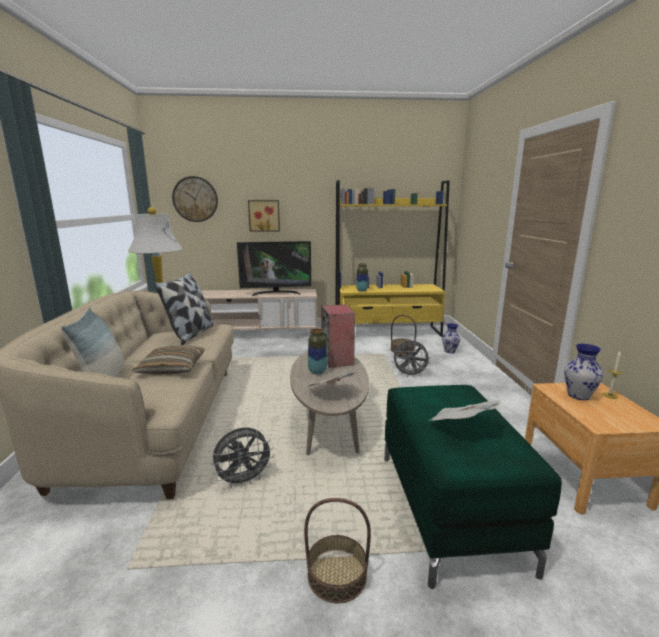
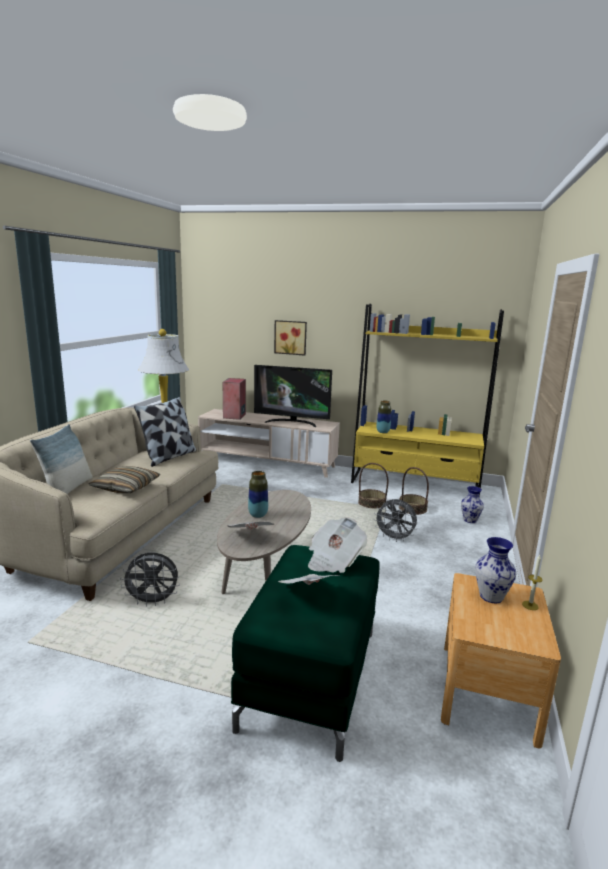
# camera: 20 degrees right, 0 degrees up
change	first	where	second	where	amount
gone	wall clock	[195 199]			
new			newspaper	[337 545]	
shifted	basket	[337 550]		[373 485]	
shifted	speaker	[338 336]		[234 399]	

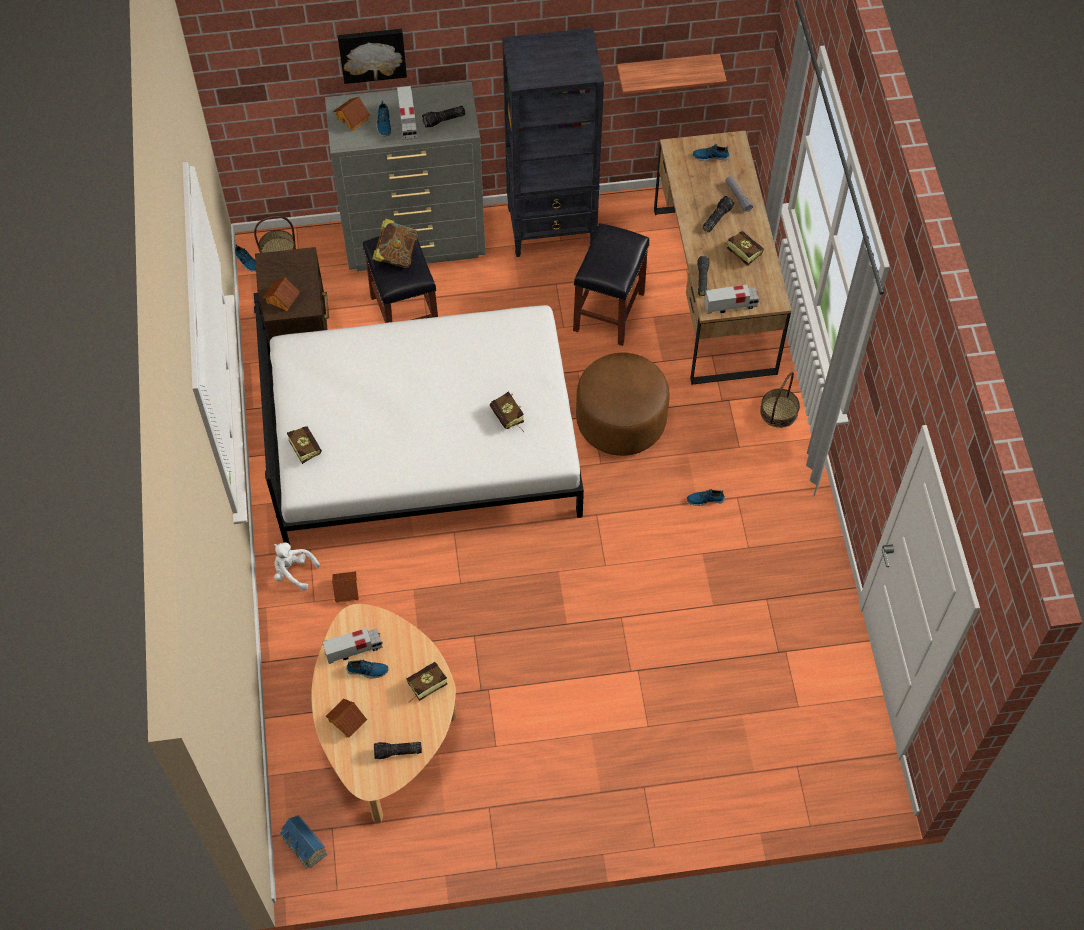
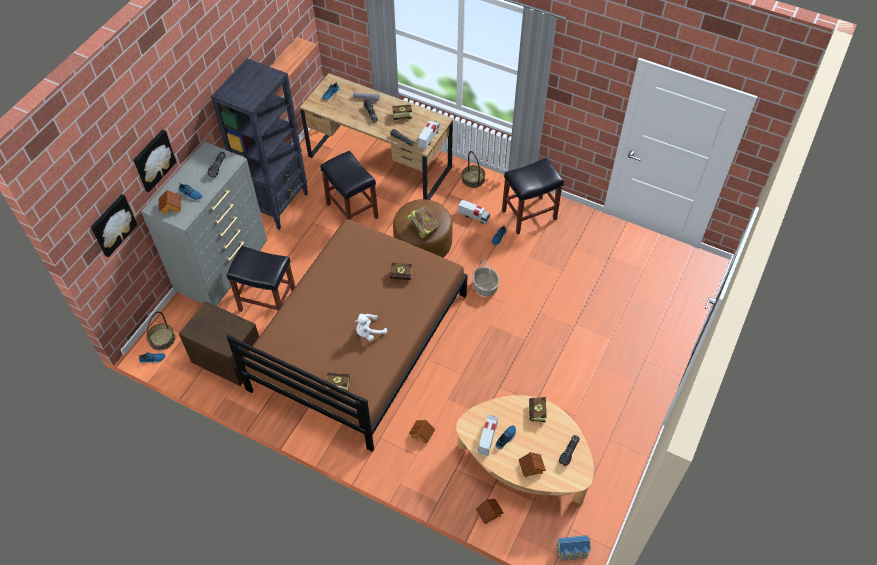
# camera: 55 degrees left, 5 degrees down
change	first	where	second	where	amount
new			picture	[114 225]	
new			basket	[485 277]	
new			stool/black	[533 196]	
shifted	toy house	[281 294]		[490 511]	
shifted	plush toy/white	[297 566]		[371 327]	
shifted	book	[395 243]		[423 222]	
shifted	toy truck	[407 113]		[474 211]	
repainted	bed/white	[419 419]	bed/brown	[347 335]	

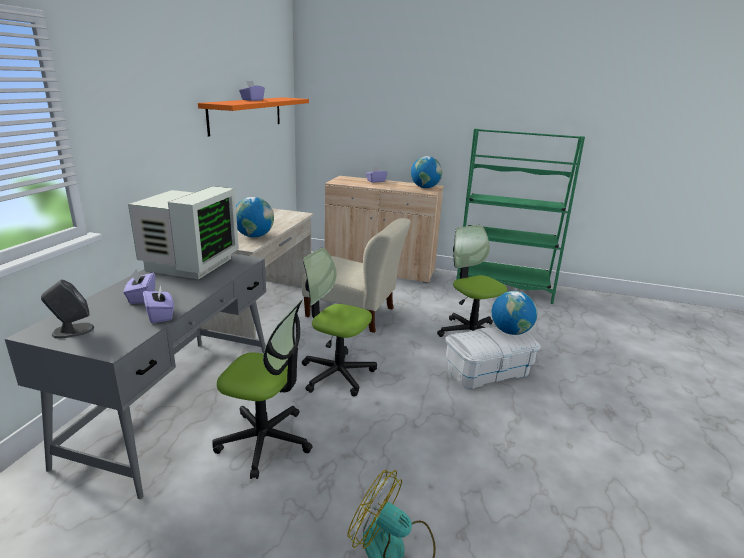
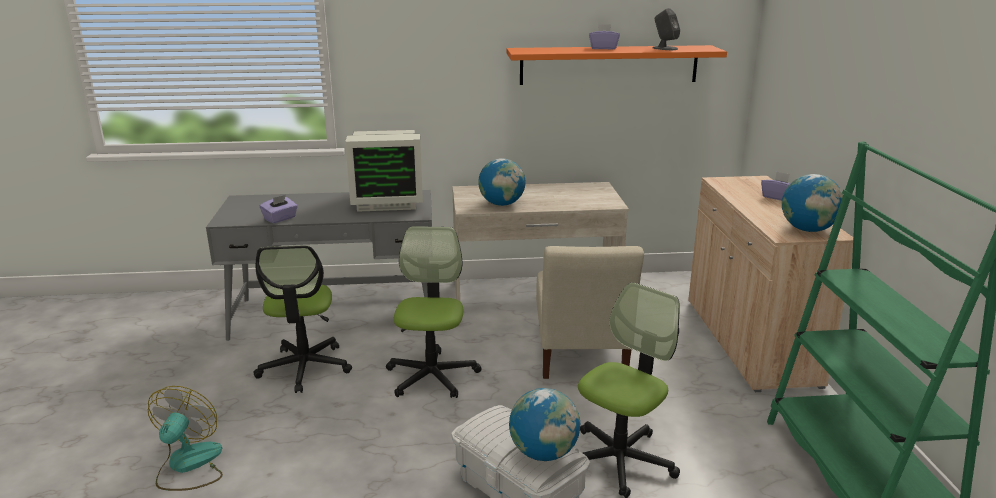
# camera: 70 degrees right, 0 degrees up
change	first	where	second	where	amount
gone	tissue box/purple	[139 286]			
shifted	speaker/grey	[67 309]		[666 29]	

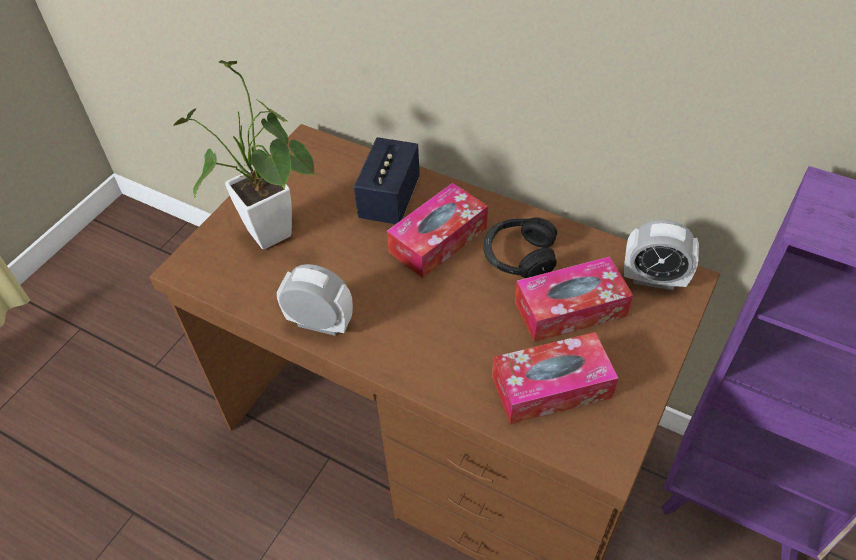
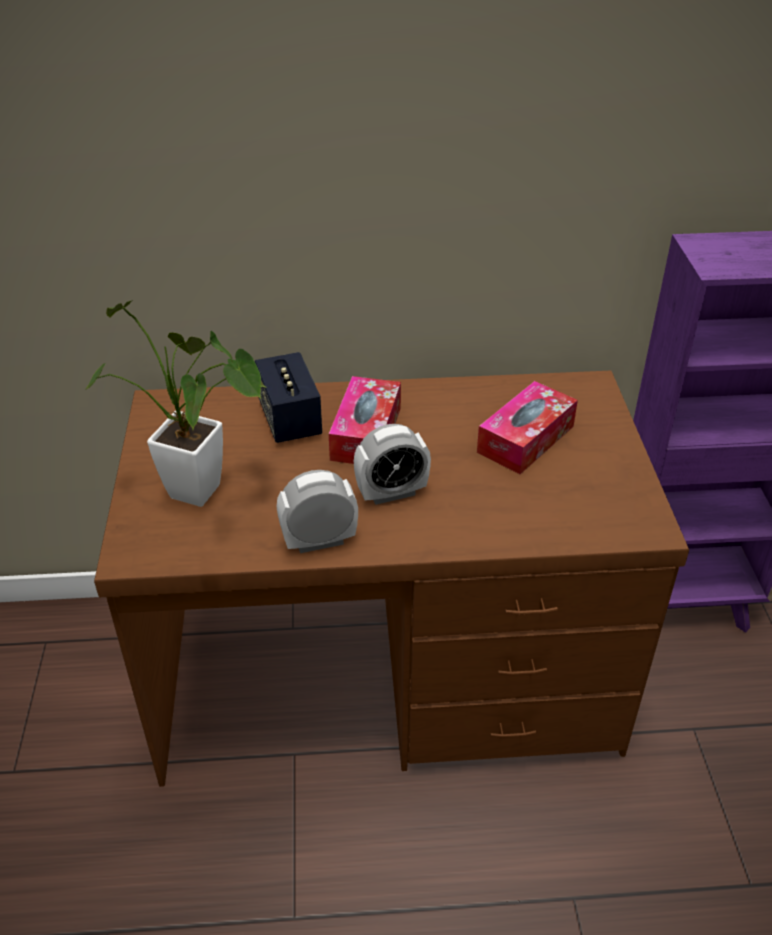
# camera: 35 degrees left, 10 degrees down
change	first	where	second	where	amount
gone	headphones/black	[520 248]			
gone	tissue box	[555 378]			
shifted	alarm clock	[661 255]		[392 464]	

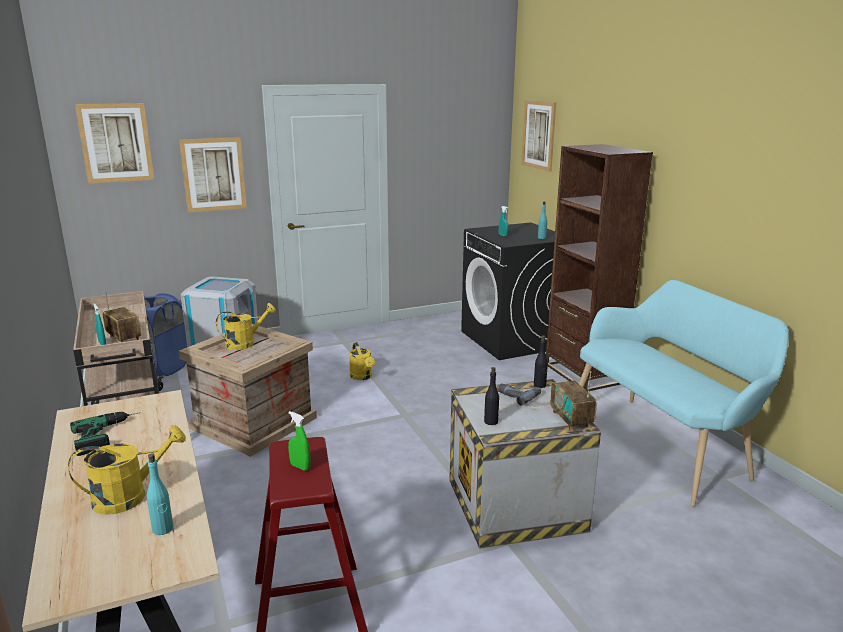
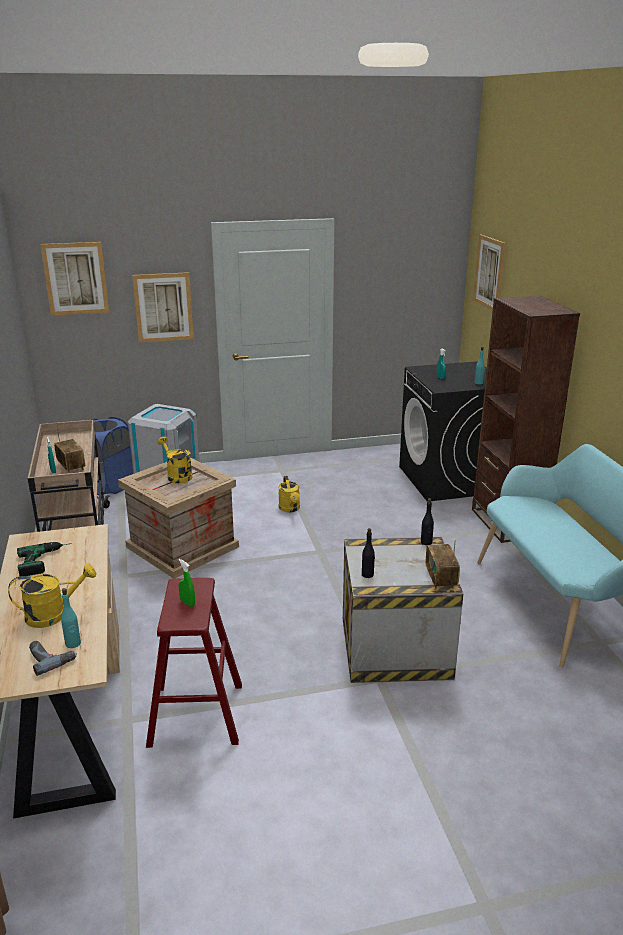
# camera: 10 degrees right, 5 degrees up
change	first	where	second	where	amount
shifted	power drill	[519 394]		[53 658]	
rotated	watering can/yellow	[246 326]		[175 459]	105 degrees counterclockwise

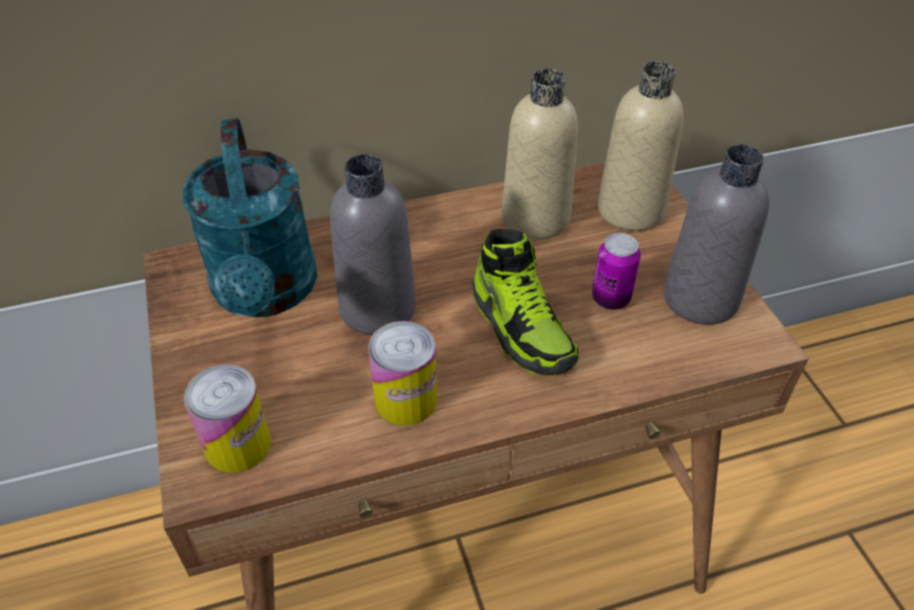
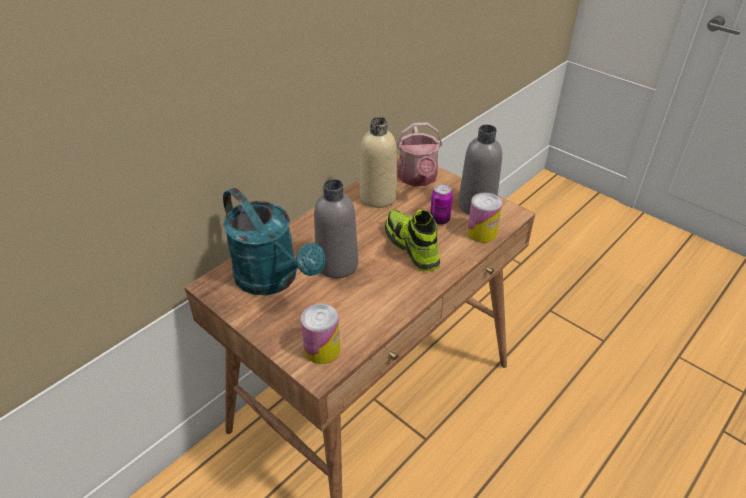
# camera: 30 degrees left, 5 degrees down
change	first	where	second	where	amount
shifted	can	[402 373]		[484 218]	
swapped	bottle/beige	[641 146]	watering can	[419 154]	
rotated	shoe	[525 302]		[412 240]	150 degrees counterclockwise

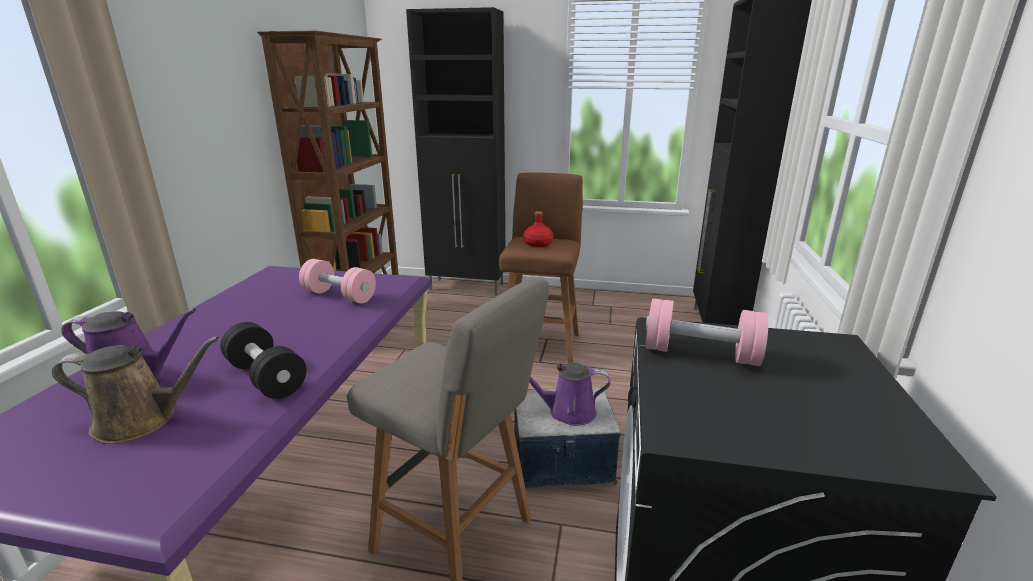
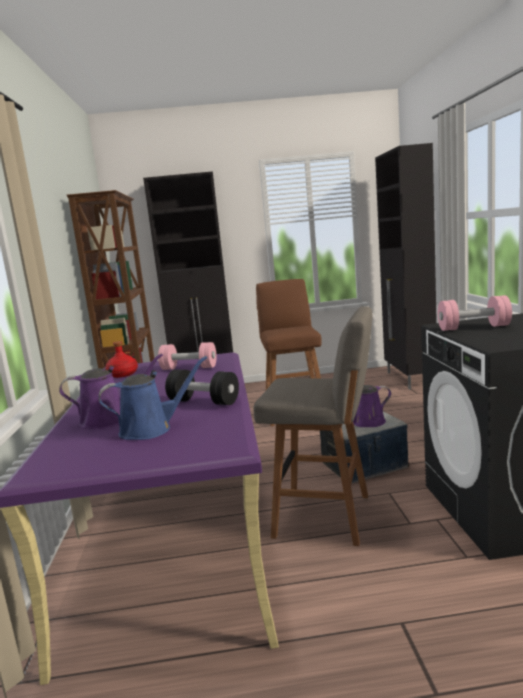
# camera: 15 degrees left, 10 degrees down
change	first	where	second	where	amount
shifted	bottle/red	[538 229]		[121 359]	
repainted	watering can/brown	[136 390]	watering can/blue	[153 398]	

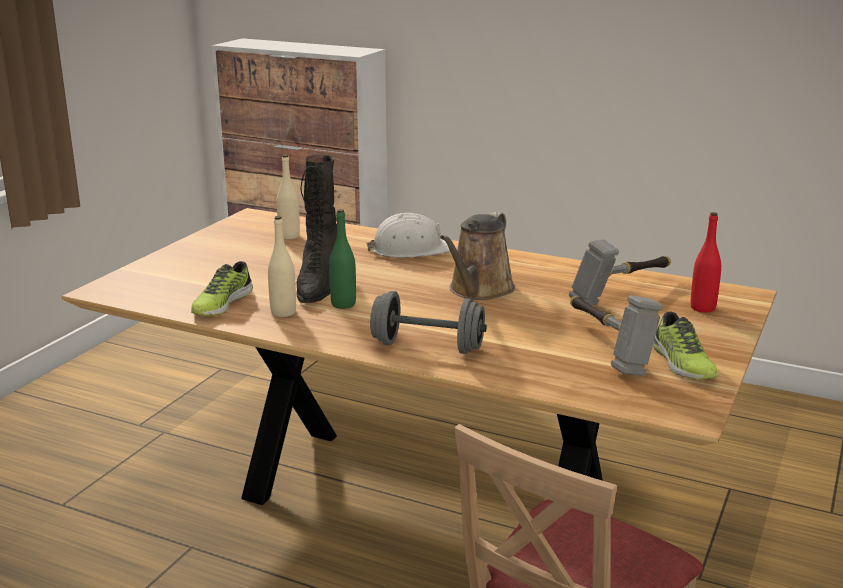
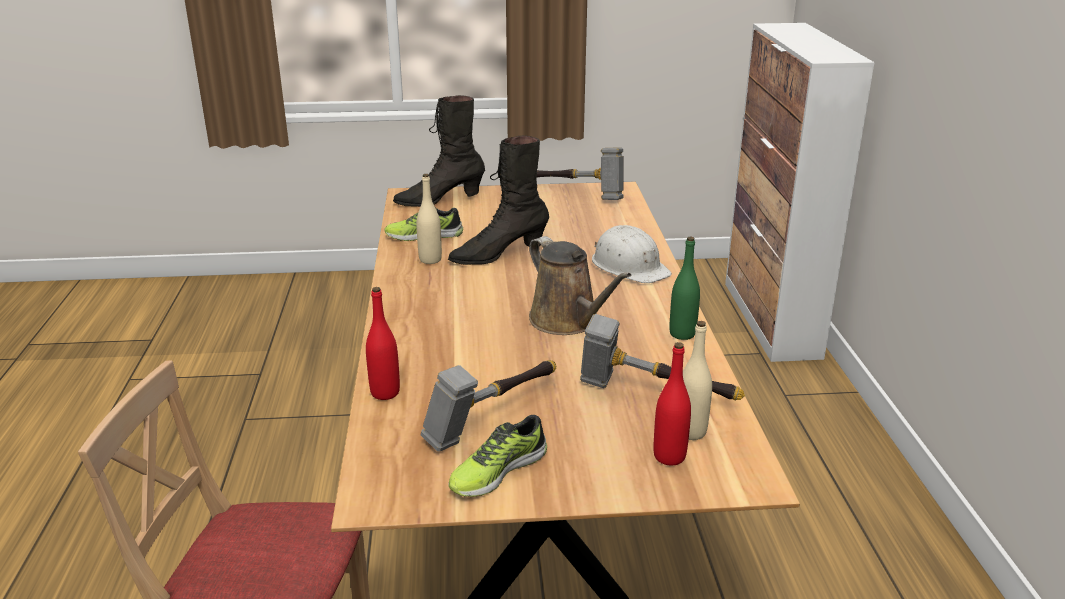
# camera: 60 degrees right, 5 degrees up
change	first	where	second	where	amount
gone	dumbbell/grey	[428 322]			
new			bottle/red	[383 343]	
new			boot/black	[439 151]	
new			hammer	[580 174]	
shifted	bottle/beige	[288 197]		[697 380]	
shifted	bottle/green	[342 259]		[685 288]	
rotated	watering can/brown	[477 256]		[580 285]	120 degrees counterclockwise

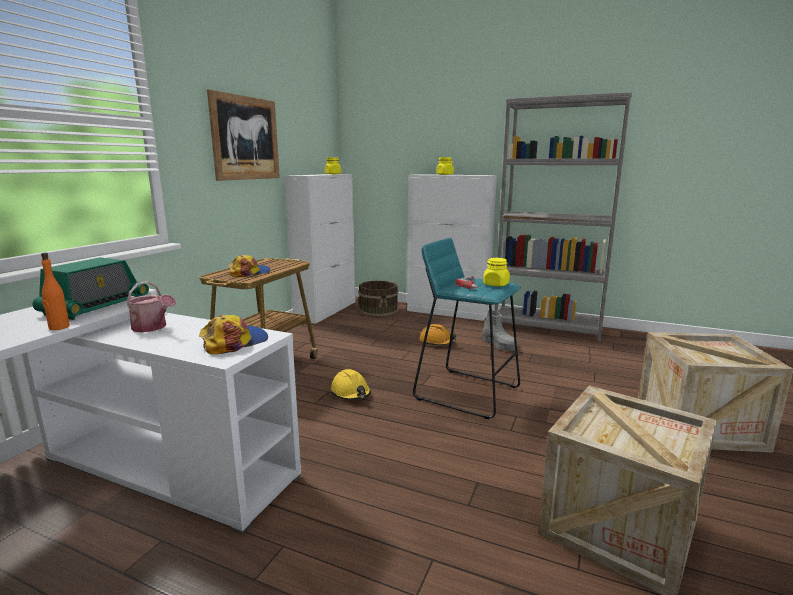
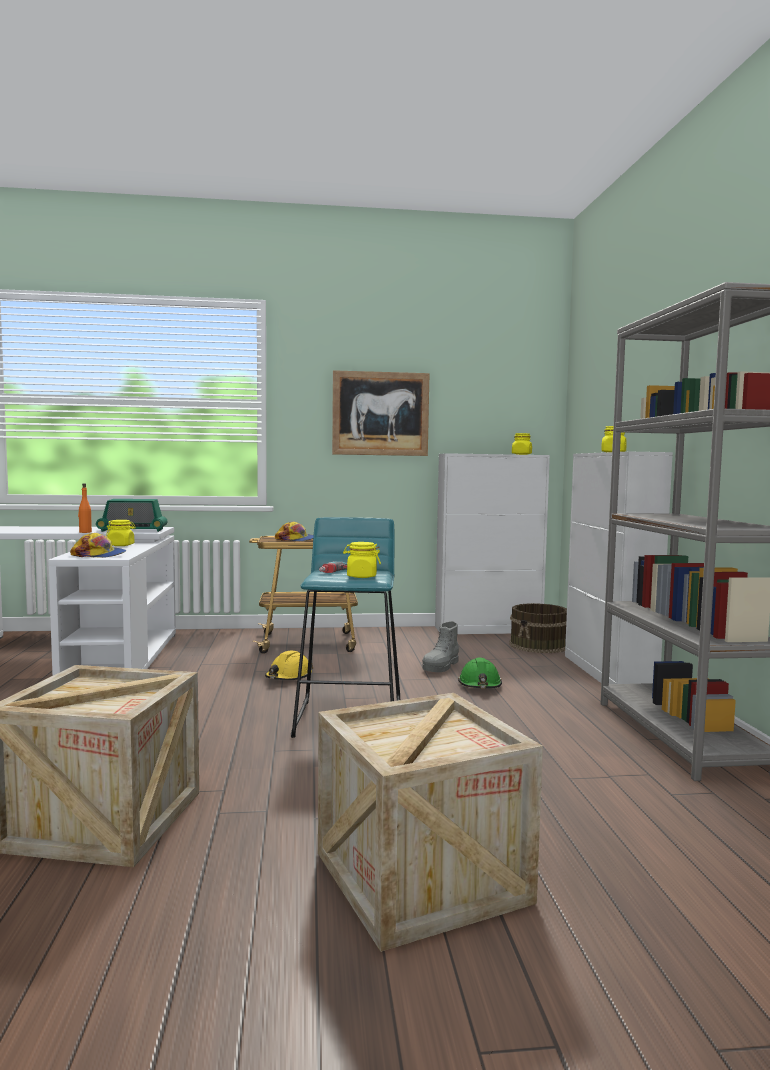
# camera: 60 degrees right, 10 degrees down
change	first	where	second	where	amount
shifted	boot/grey	[500 330]		[440 646]	
swapped	watering can	[151 306]	jar/yellow	[121 533]	
repainted	hard hat/orange	[437 335]	hard hat/green	[480 673]	

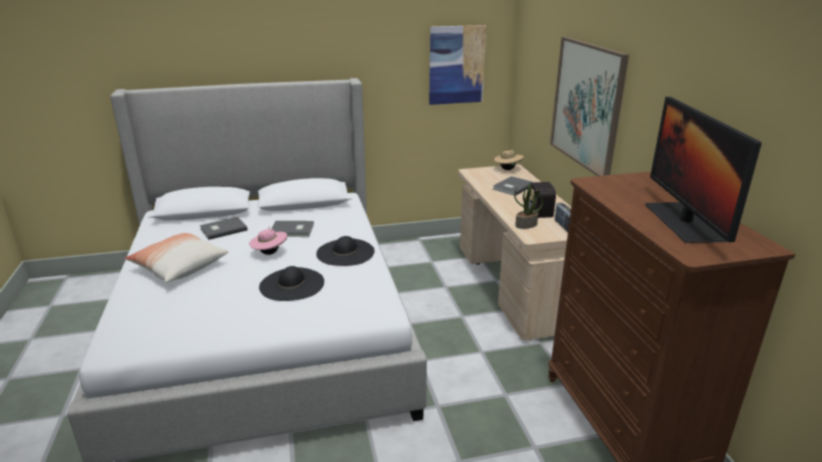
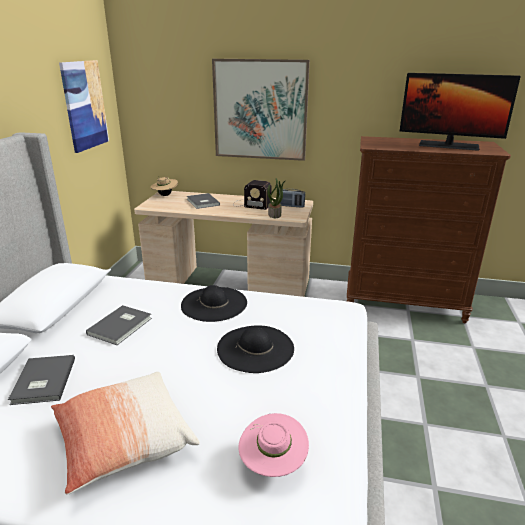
# camera: 65 degrees left, 0 degrees up
change	first	where	second	where	amount
shifted	hat/pink	[268 240]		[273 445]	

